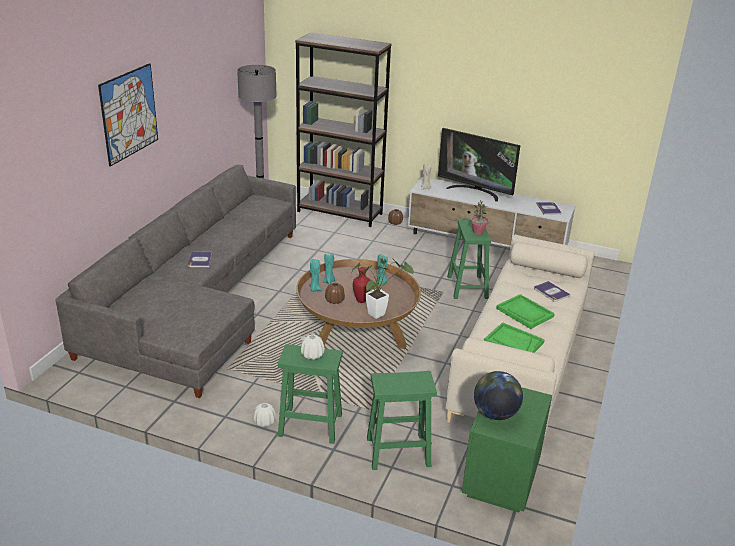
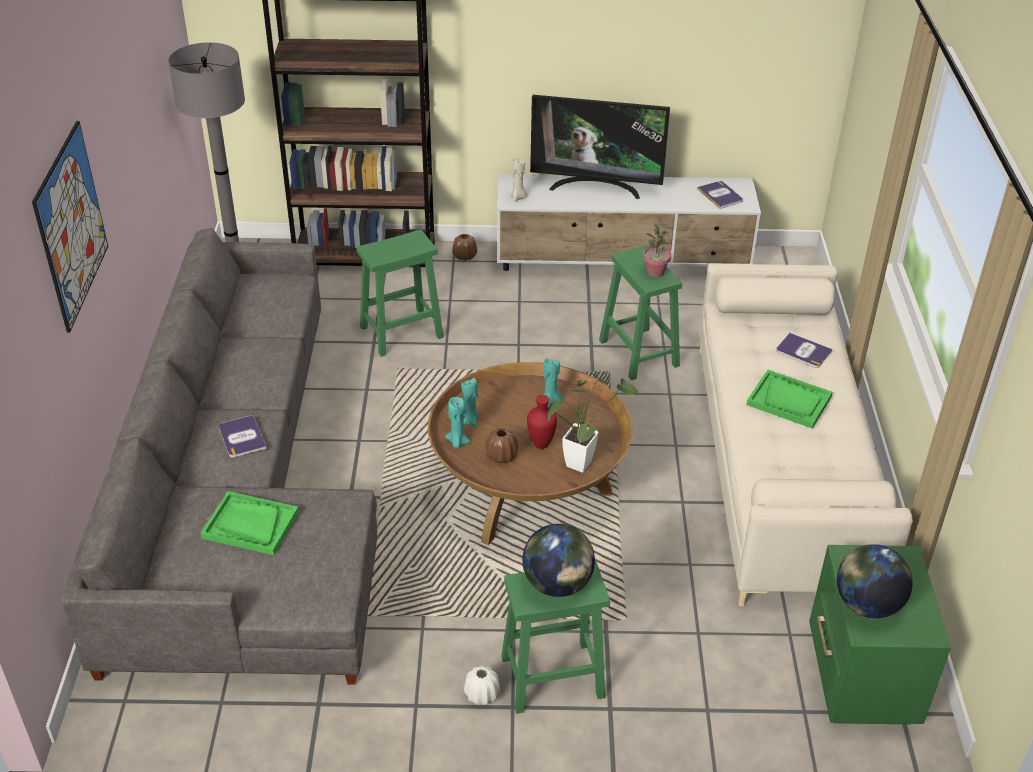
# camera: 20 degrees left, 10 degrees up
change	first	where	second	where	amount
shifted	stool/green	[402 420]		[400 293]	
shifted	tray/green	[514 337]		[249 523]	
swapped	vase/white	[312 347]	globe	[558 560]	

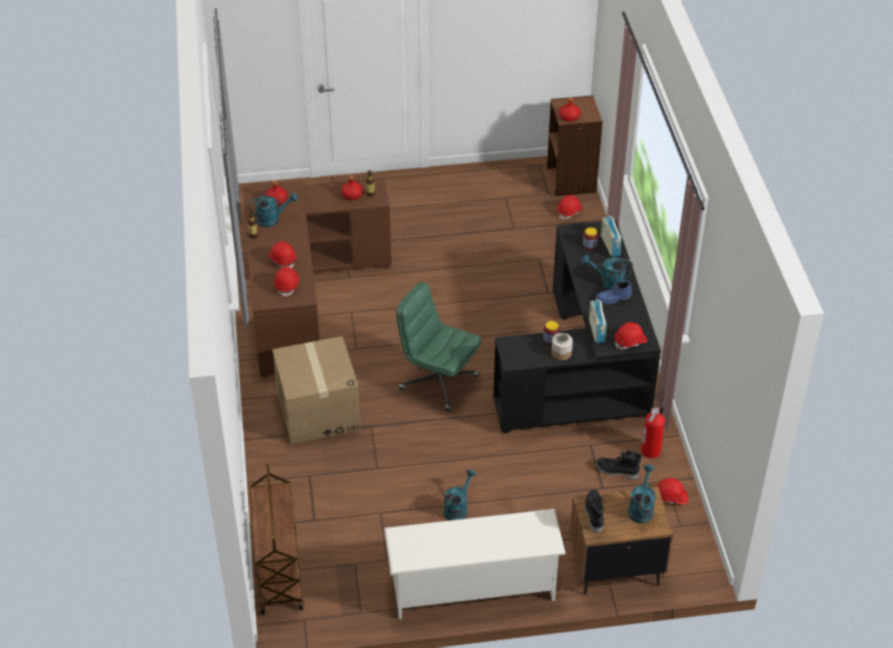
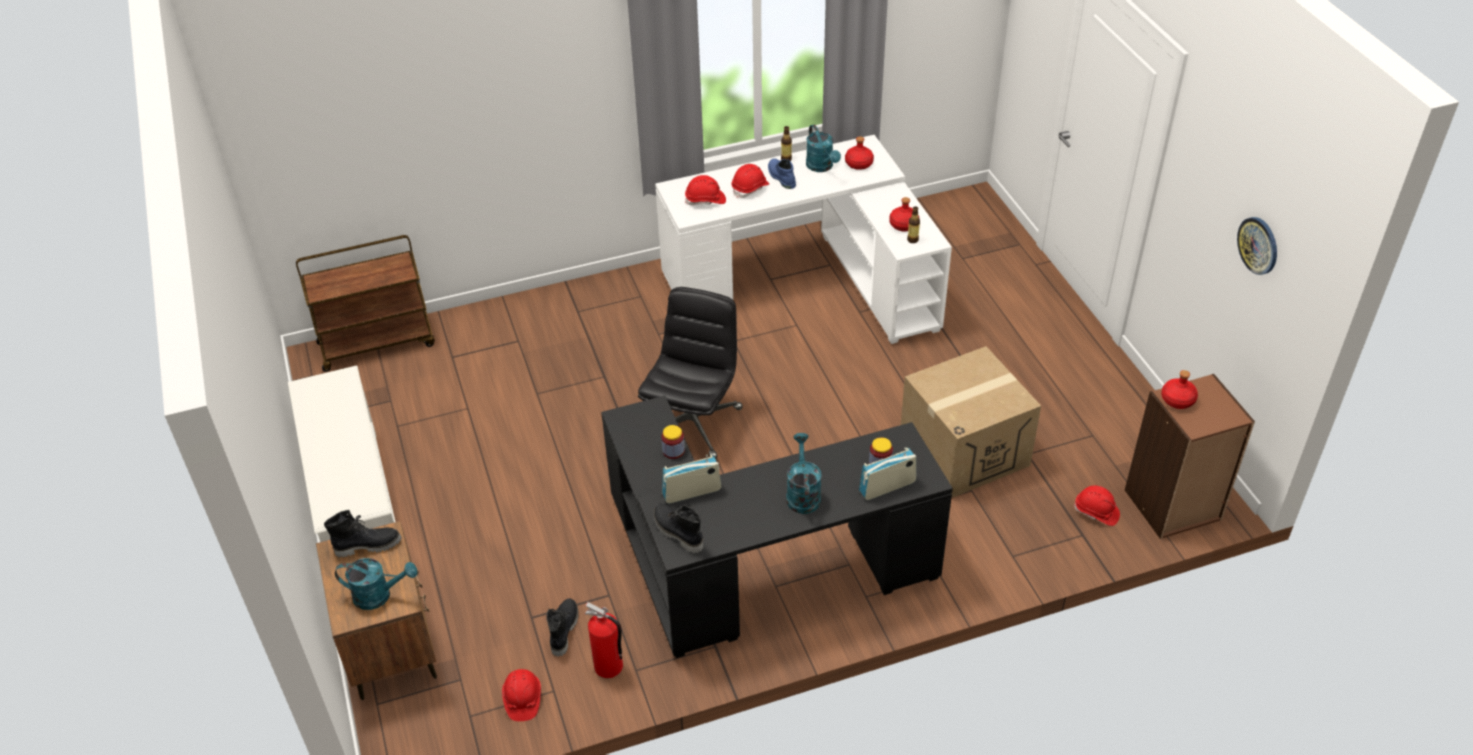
# camera: 80 degrees right, 0 degrees up
change	first	where	second	where	amount
gone	watering can/turquoise	[459 495]			
gone	jar	[562 346]			
new			wall clock	[1257 246]	
shifted	cardboard box	[317 390]		[971 422]	
shifted	boot/blue	[614 292]		[782 173]	
swapped	hard hat/red	[631 335]	boot/black	[678 528]	
repainted	desk/brown	[317 278]	desk/white	[803 239]	
repainted	office chair/green	[439 346]	office chair/black	[690 373]	

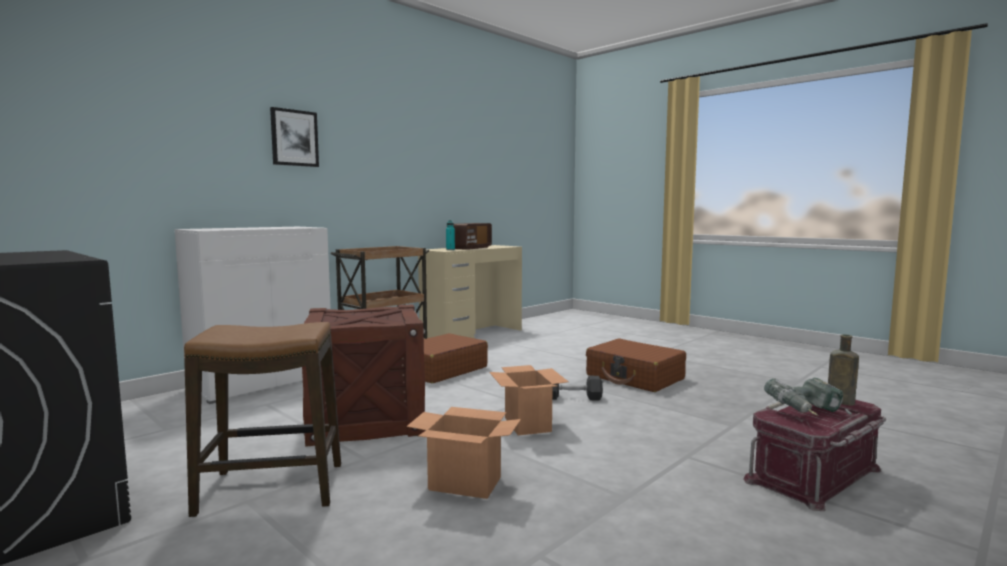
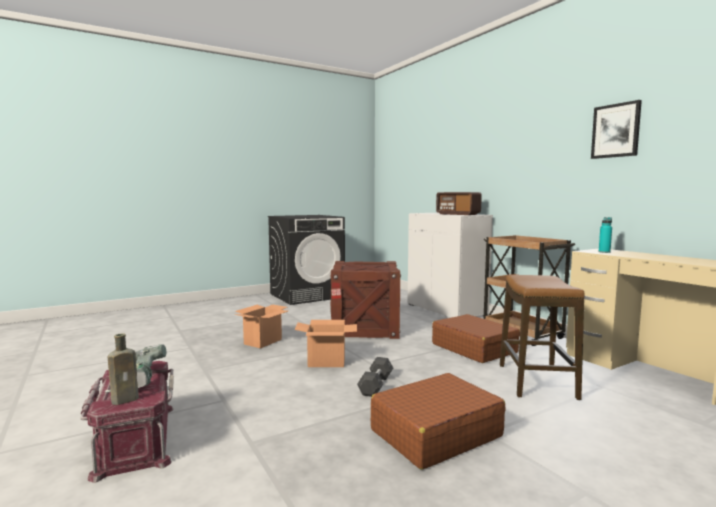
# camera: 105 degrees right, 0 degrees up
change	first	where	second	where	amount
shifted	stool	[262 419]		[542 337]	
shifted	picture	[294 137]		[616 129]	
shifted	radio	[473 236]		[459 203]	

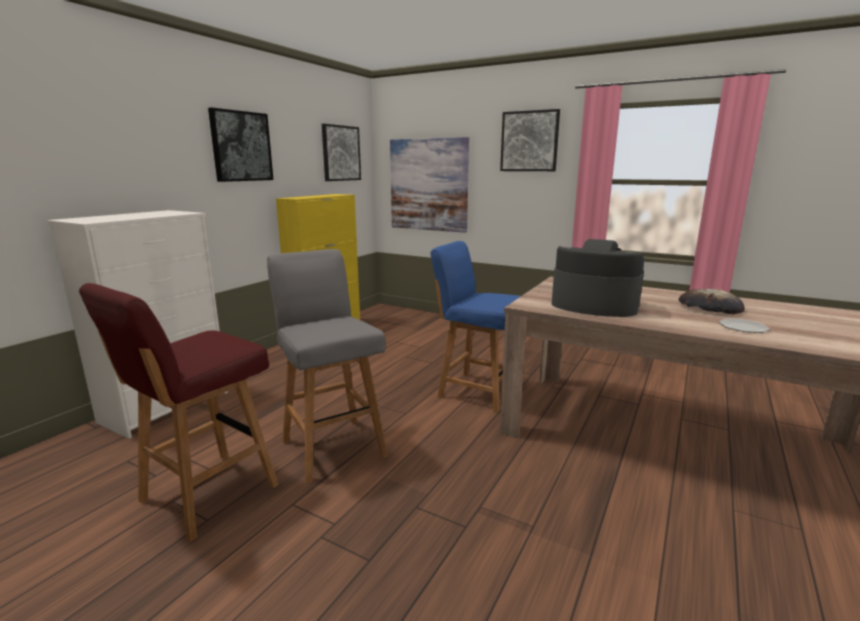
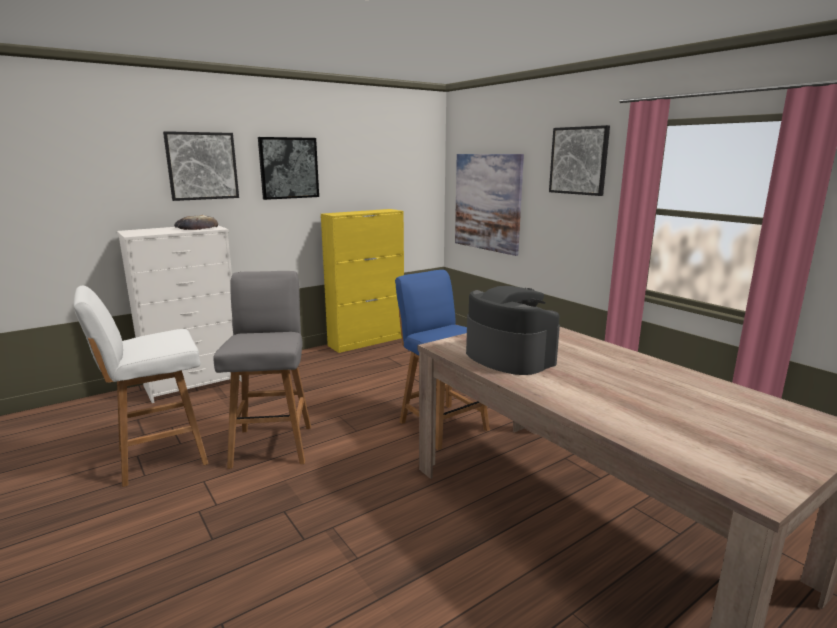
# camera: 25 degrees right, 0 degrees up
change	first	where	second	where	amount
gone	plate	[744 325]			
shifted	picture	[341 152]		[201 166]	
shifted	bread	[711 301]		[196 222]	
repainted	stool/red	[178 412]	stool/white	[141 386]	

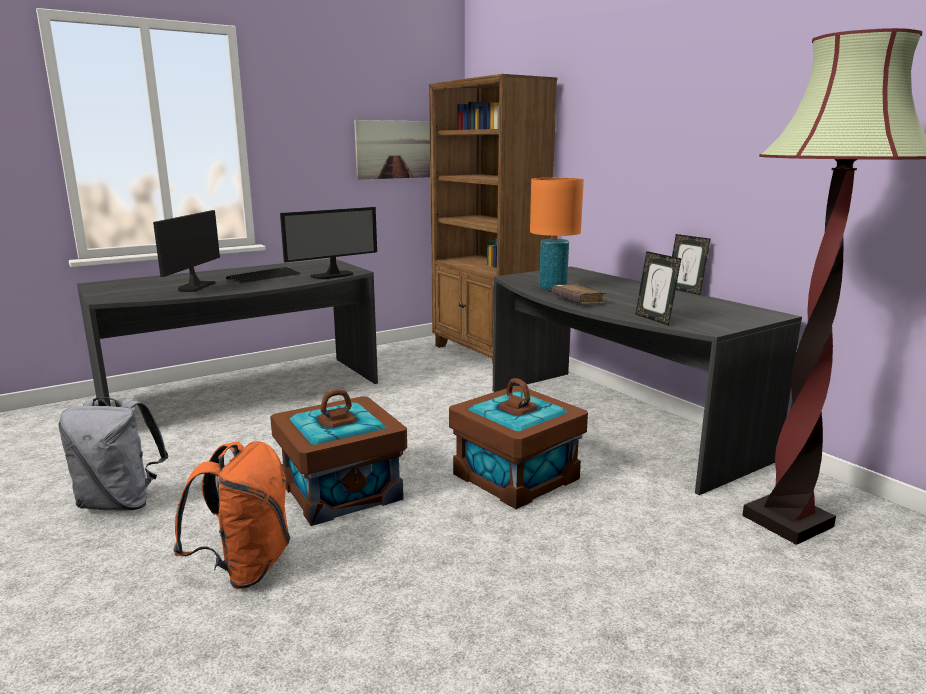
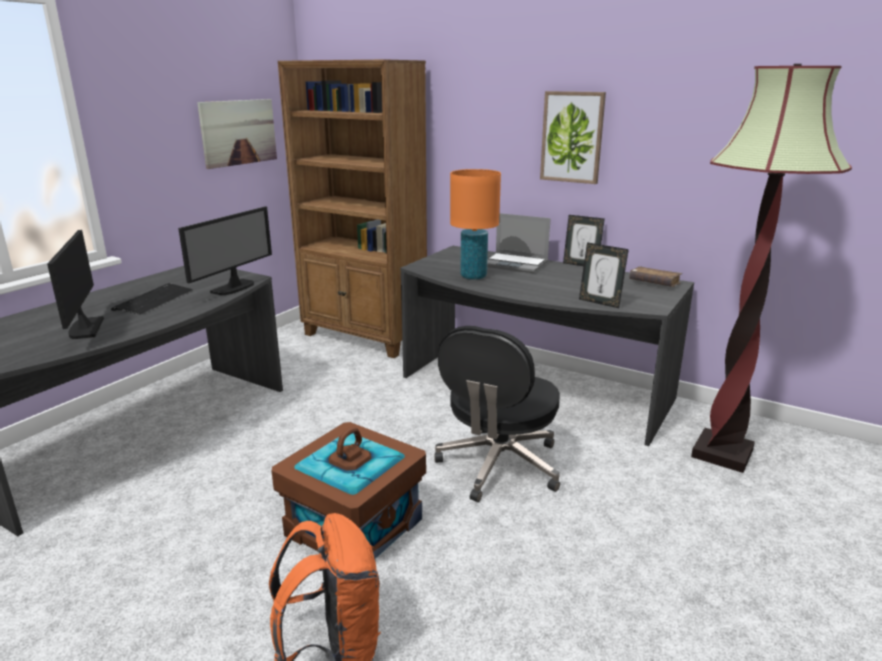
# camera: 25 degrees left, 5 degrees up
change	first	where	second	where	amount
gone	backpack/grey	[113 454]			
new			laptop	[519 243]	
new			picture	[573 137]	
shifted	book/brown	[579 294]		[655 276]	
swapped	storage box/brown	[518 443]	office chair/black	[497 414]	

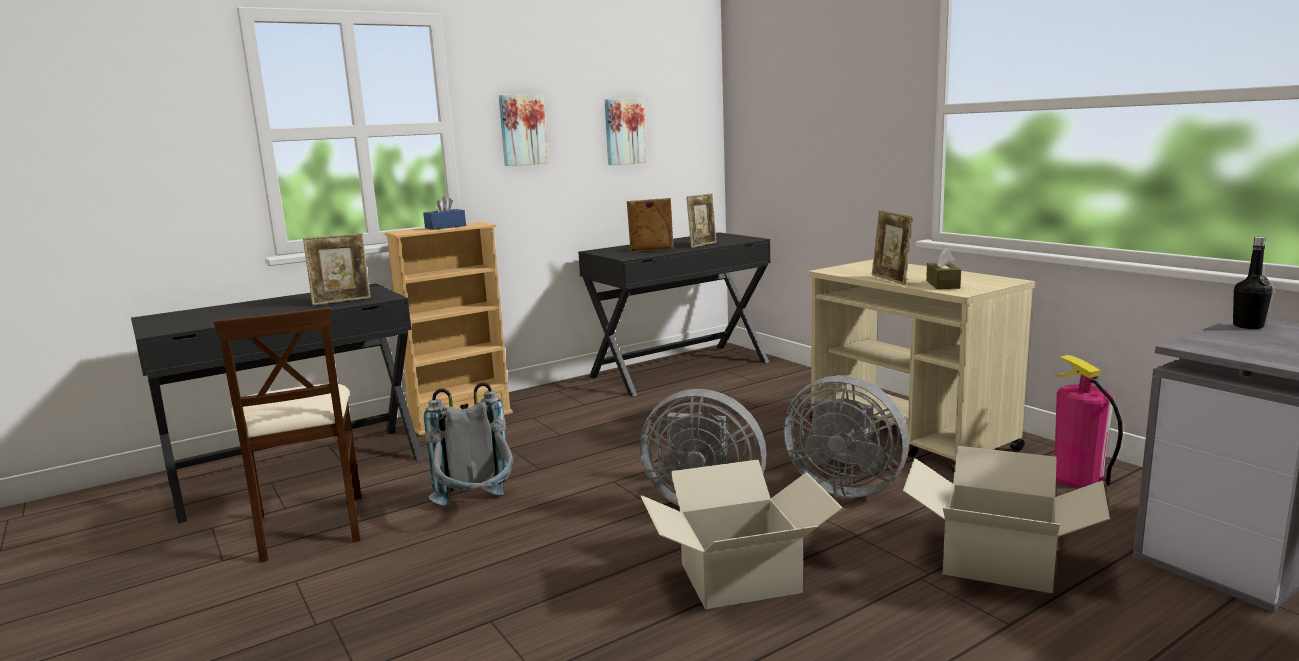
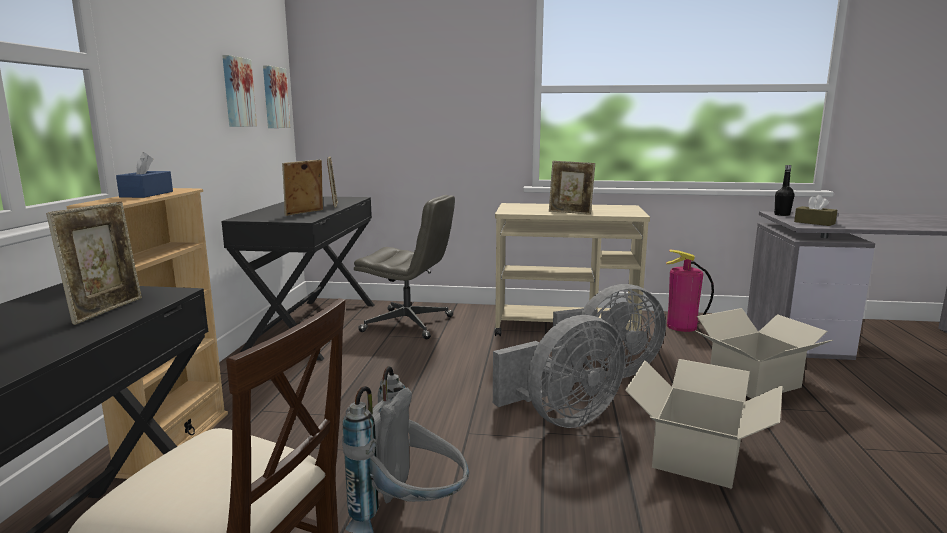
# camera: 50 degrees left, 0 degrees up
change	first	where	second	where	amount
new			office chair/grey	[404 267]	
shifted	picture	[523 130]		[276 96]	
shifted	tissue box/brown	[943 268]		[815 210]	

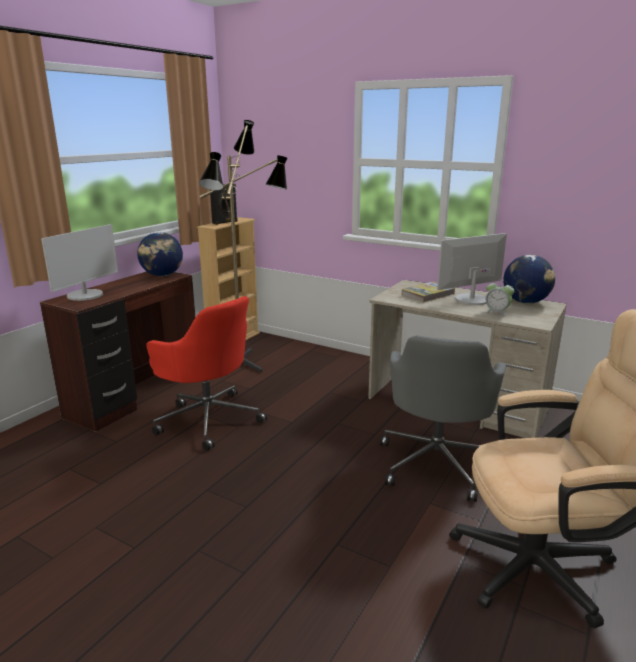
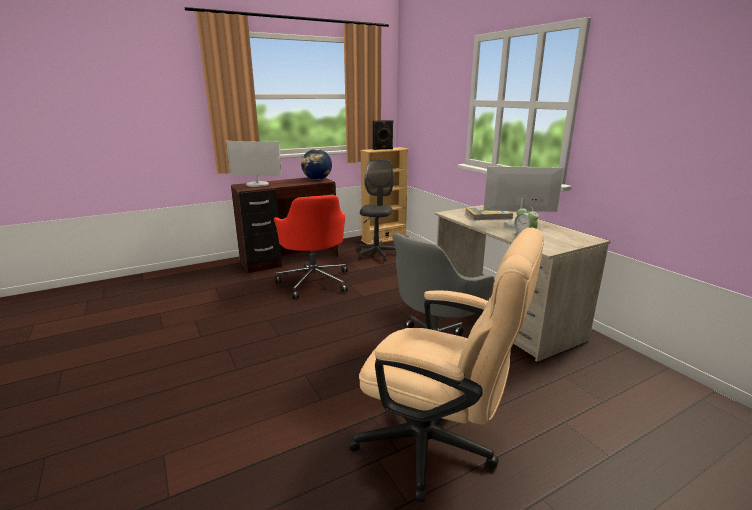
# camera: 30 degrees right, 0 degrees up
change	first	where	second	where	amount
gone	globe	[529 279]			
swapped	floor lamp	[243 246]	office chair/grey	[376 210]	
rotated	monitor	[79 262]		[253 164]	45 degrees clockwise

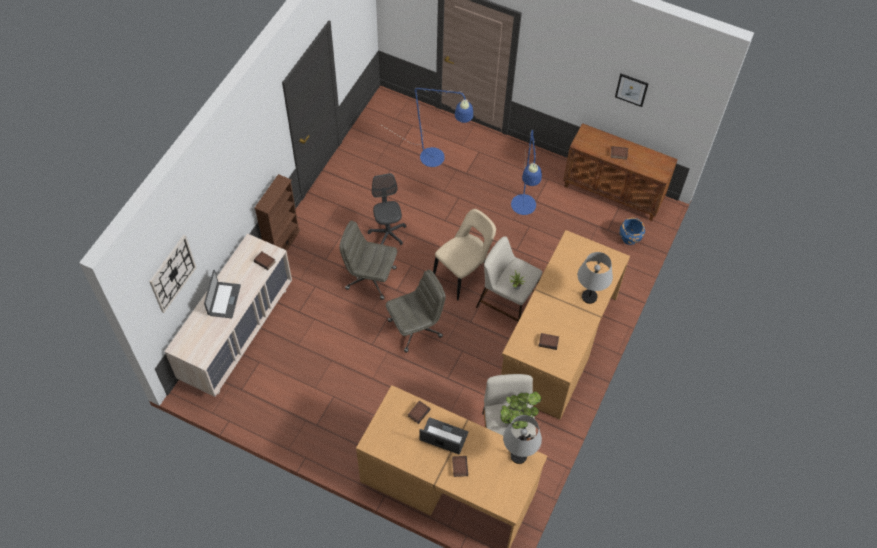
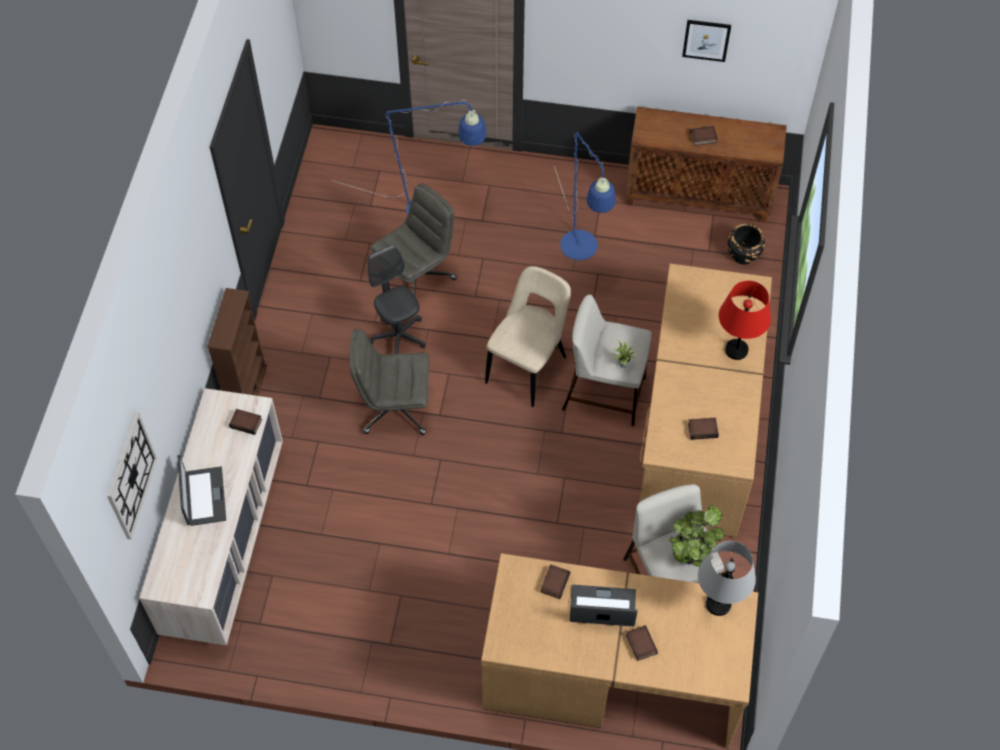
# camera: 15 degrees left, 0 degrees up
change	first	where	second	where	amount
shifted	office chair/grey	[416 311]		[414 239]	
repainted	table lamp/grey	[595 278]	table lamp/red	[745 320]	
repainted	planter/blue	[632 231]	planter/black	[746 244]	

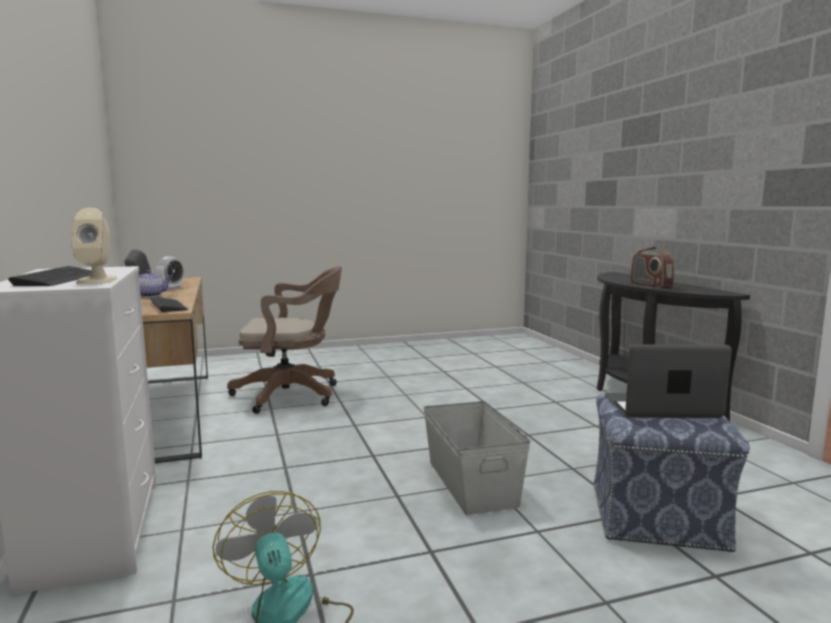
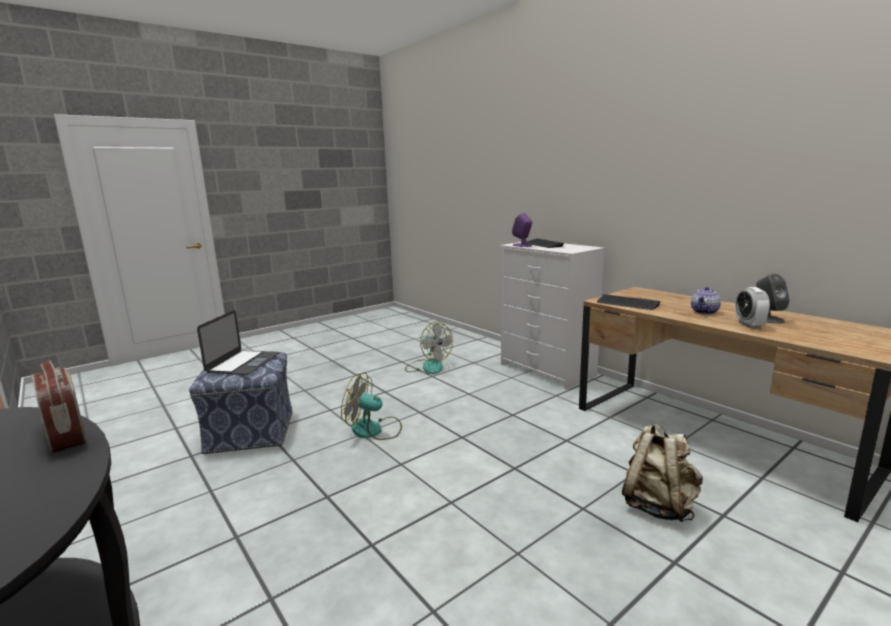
# camera: 160 degrees right, 5 degrees up
change	first	where	second	where	amount
swapped	office chair/brown	[284 340]	backpack/beige	[662 473]	
swapped	storage box/grey	[477 458]	fan	[371 406]	
repainted	speaker/beige	[94 246]	speaker/purple	[522 230]	
rotated	laptop	[668 381]		[238 342]	60 degrees counterclockwise

